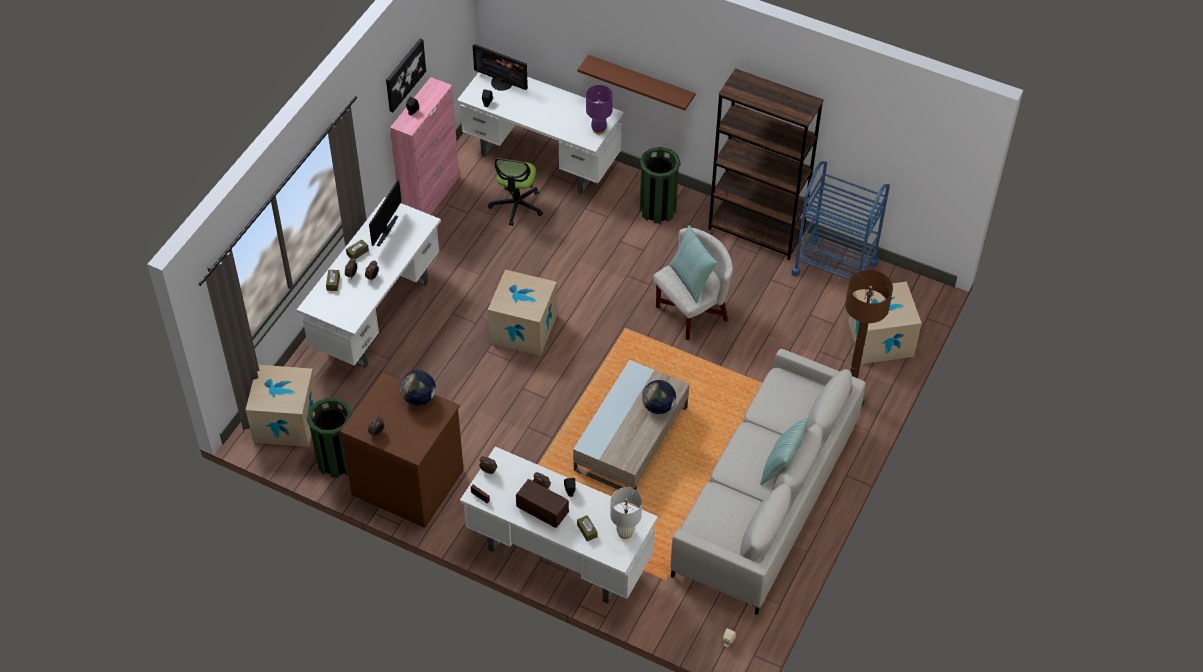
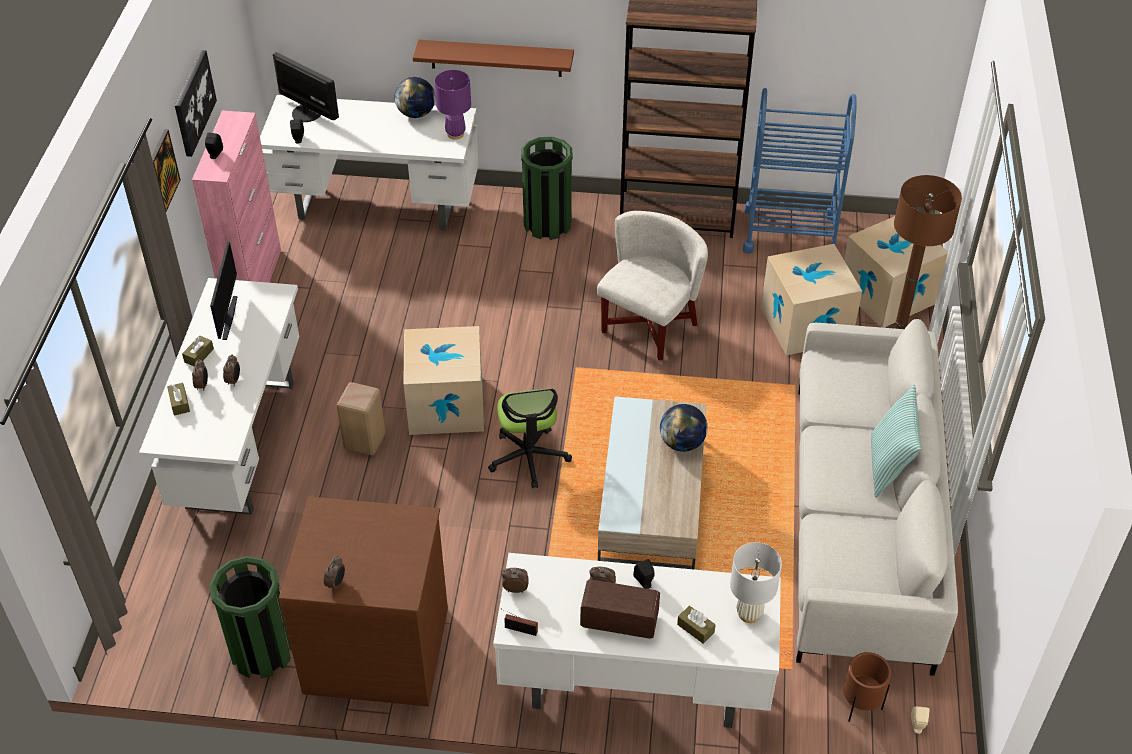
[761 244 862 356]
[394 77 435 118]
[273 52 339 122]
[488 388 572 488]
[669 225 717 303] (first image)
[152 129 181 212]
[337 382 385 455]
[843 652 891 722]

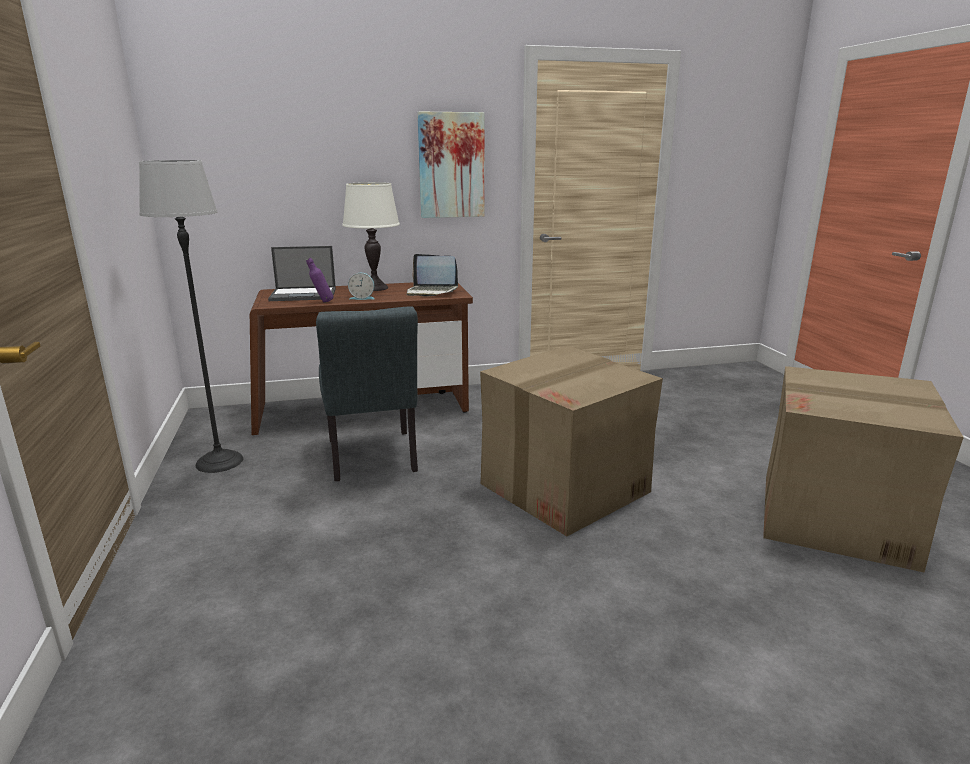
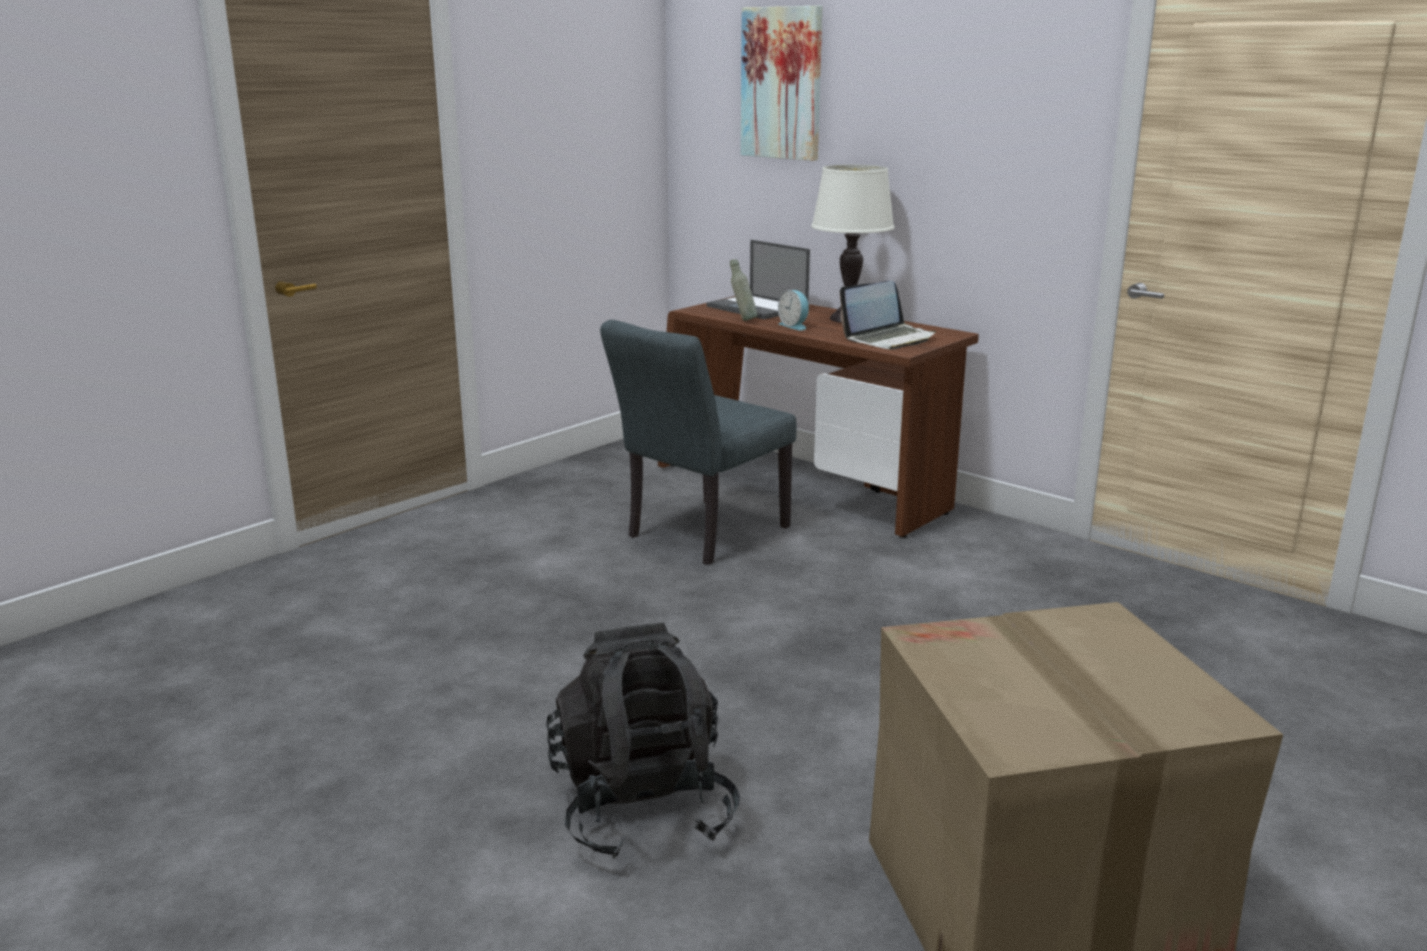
[139 160 243 473] (first image)
[730 259 757 321]
[840 281 936 349]
[741 6 822 161]
[480 345 663 536] (first image)
[546 623 740 859]

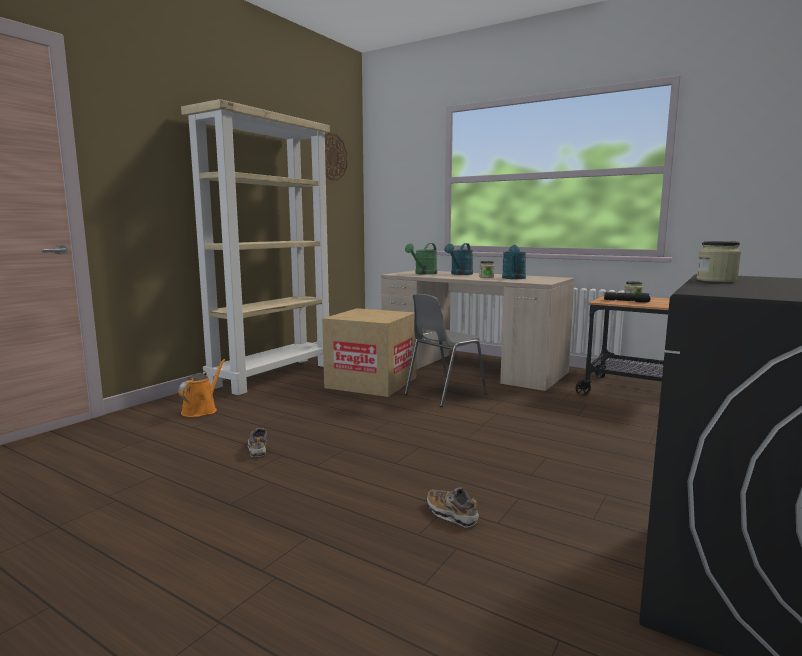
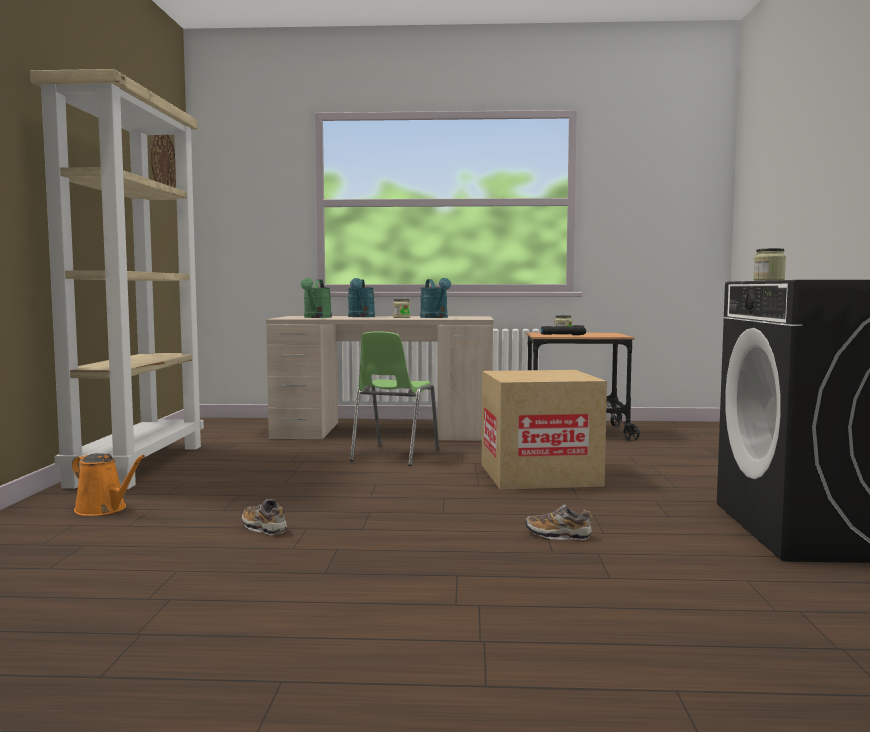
[72 453 145 516]
[482 370 607 490]
[350 331 439 466]

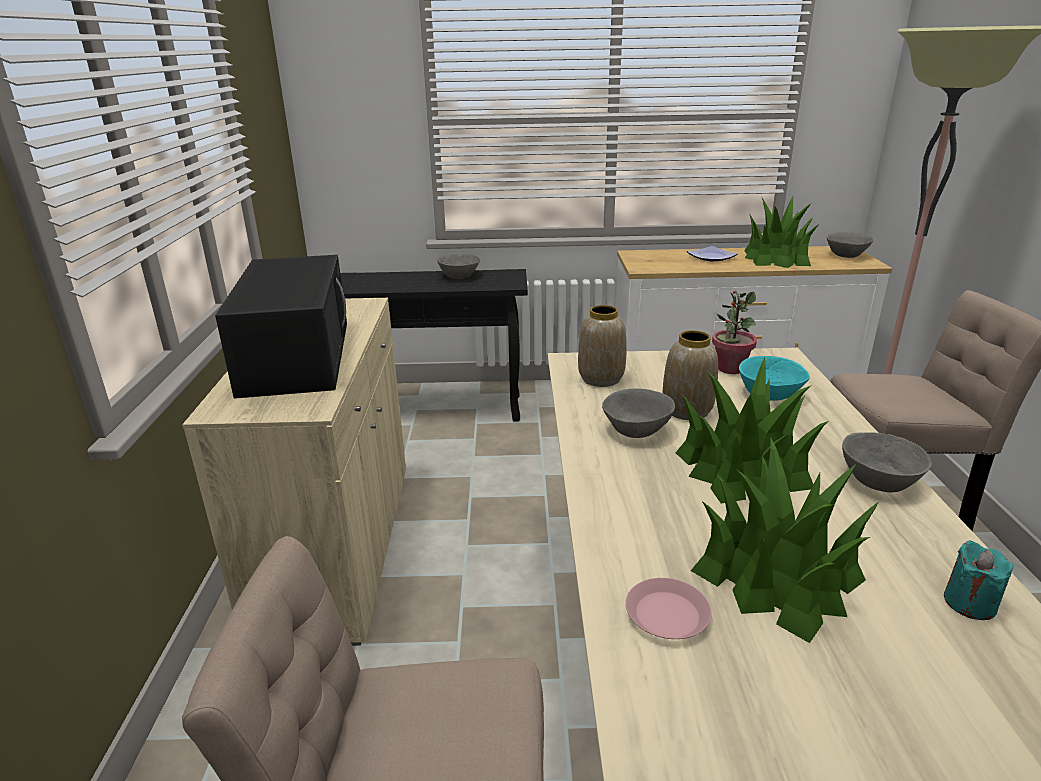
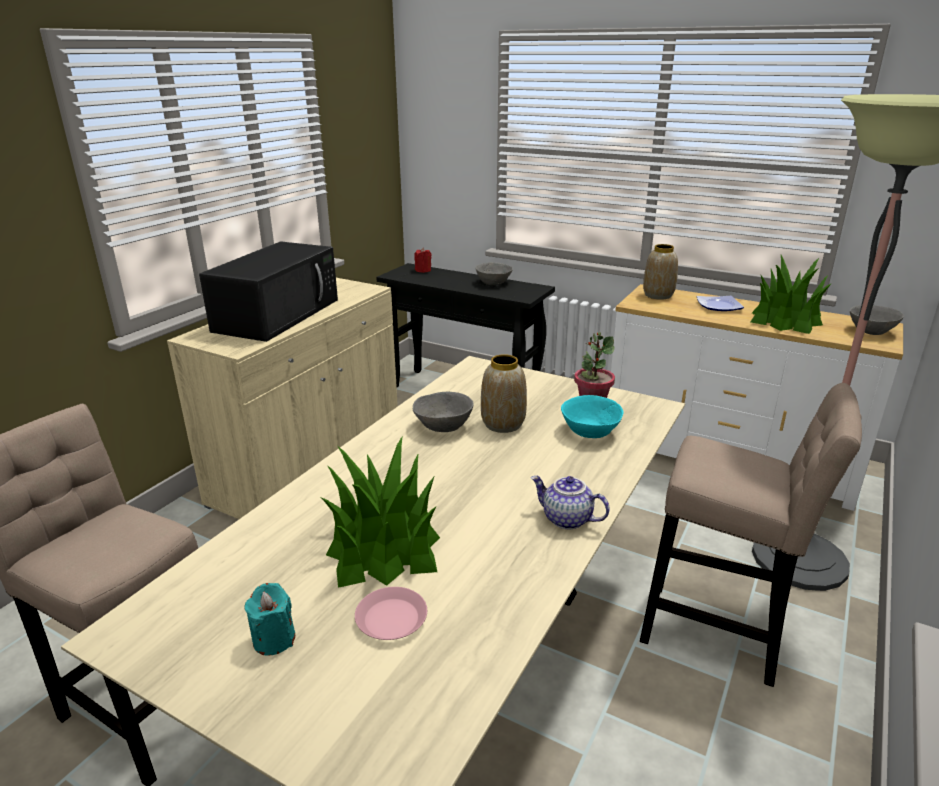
[643 244 678 300]
[355 587 427 640]
[676 357 829 503] (first image)
[531 476 610 529]
[244 583 295 655]
[414 248 432 273]

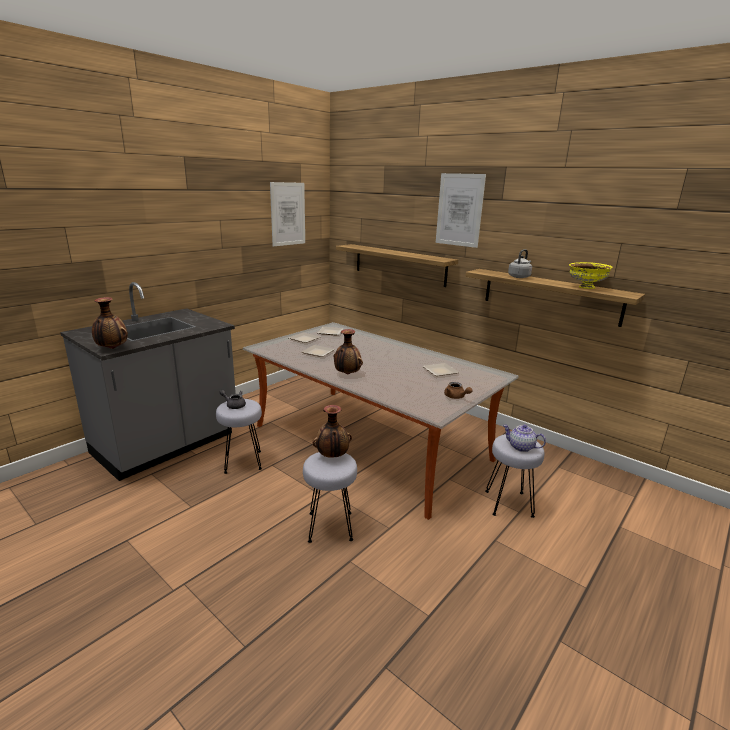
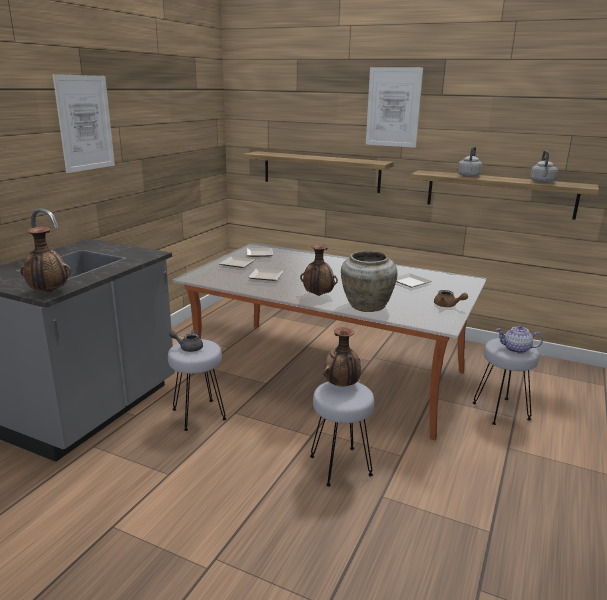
[53 74 115 173]
[530 150 558 183]
[341 251 397 312]

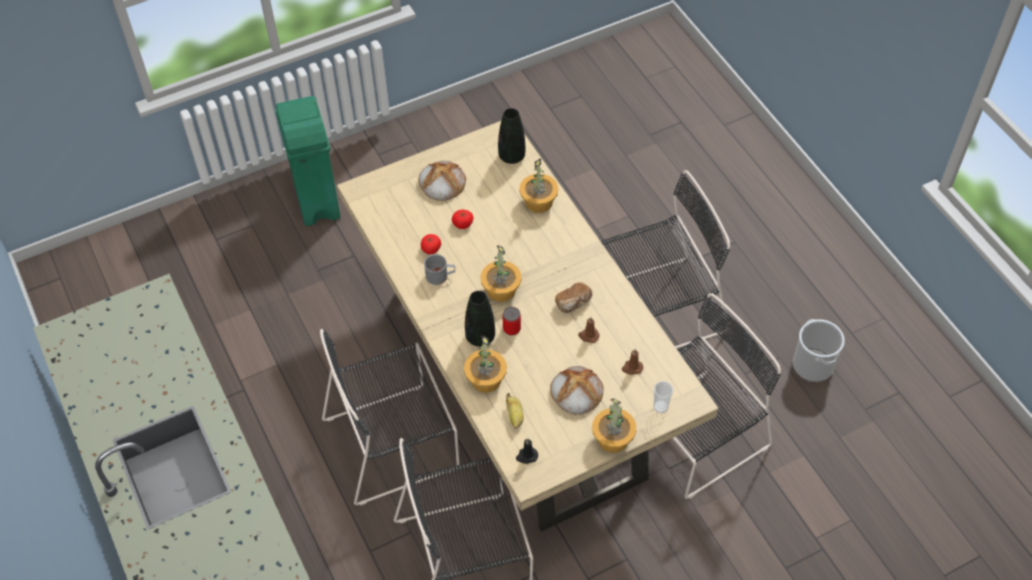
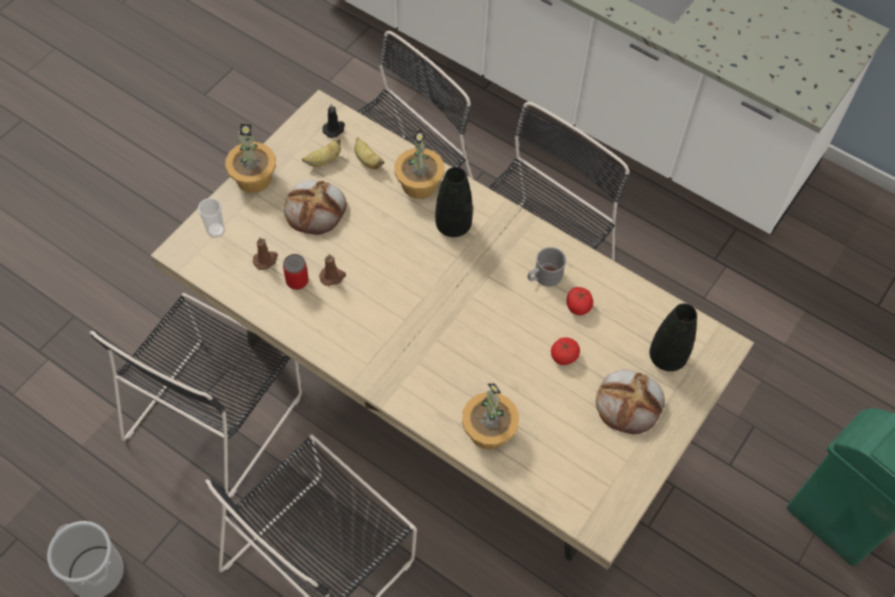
[481 245 522 302] (first image)
[650 303 697 371]
[283 254 309 290]
[555 282 592 313] (first image)
[302 138 341 167]

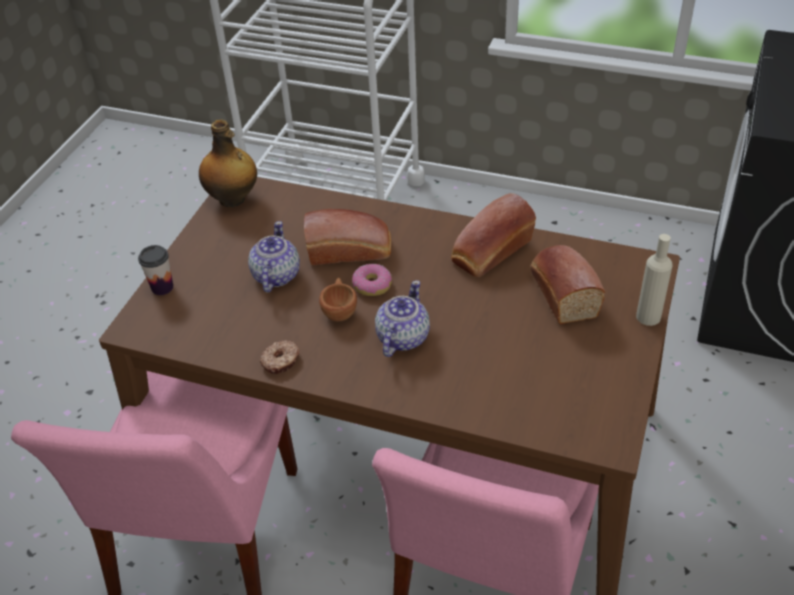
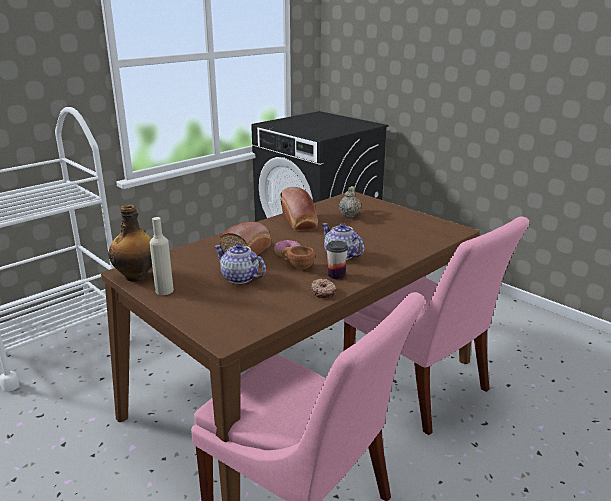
[326 241 348 279]
[339 186 361 218]
[149 217 174 295]

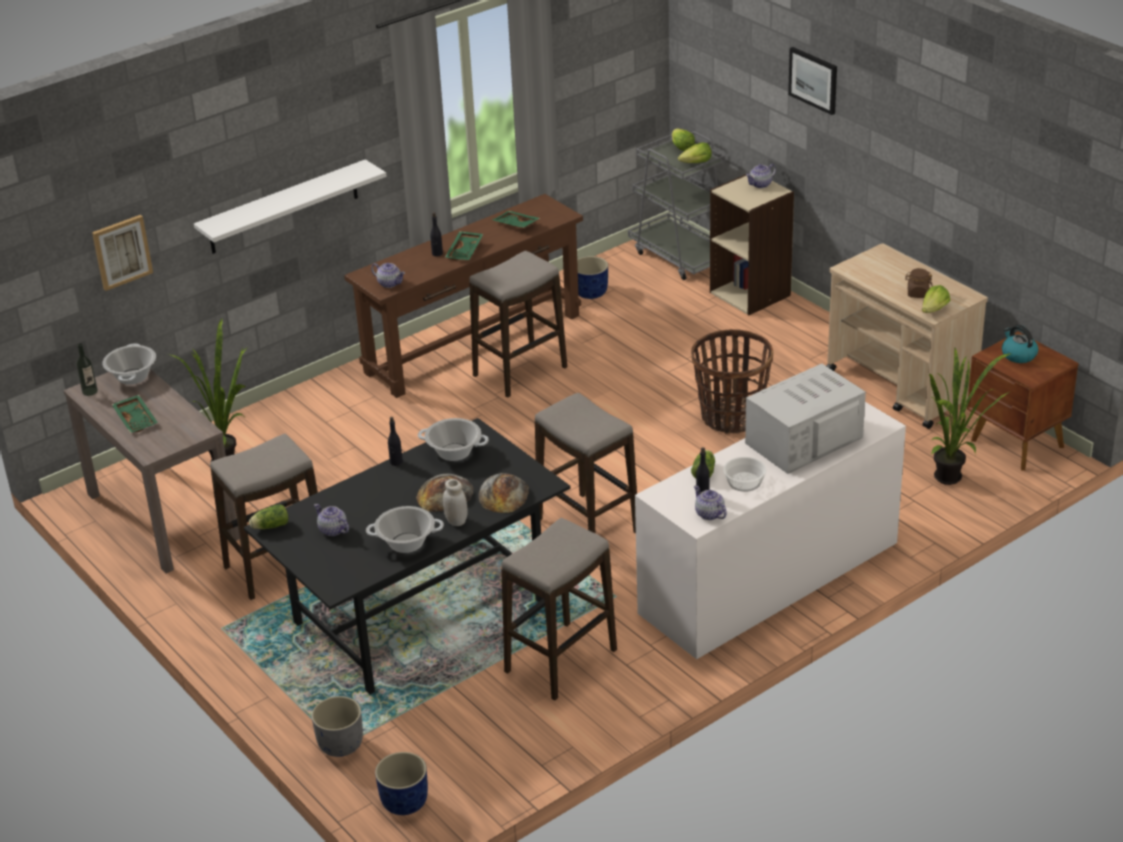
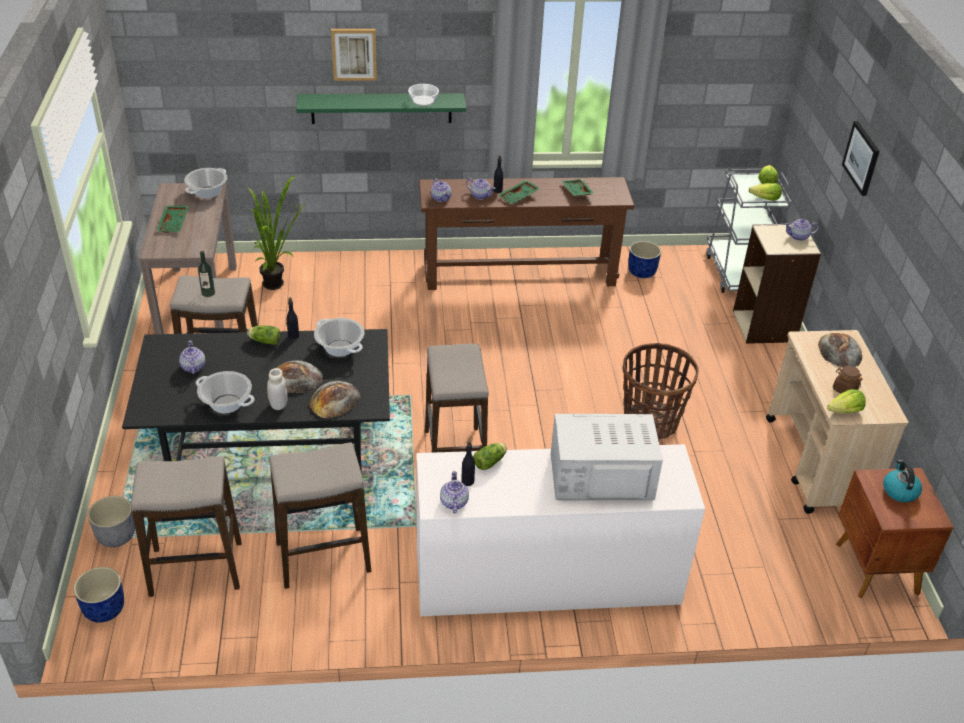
[198 251 215 297]
[331 29 377 81]
[296 93 466 124]
[247 325 280 345]
[131 456 242 597]
[408 84 439 106]
[929 348 1012 485] (first image)
[466 178 496 200]
[818 333 862 367]

